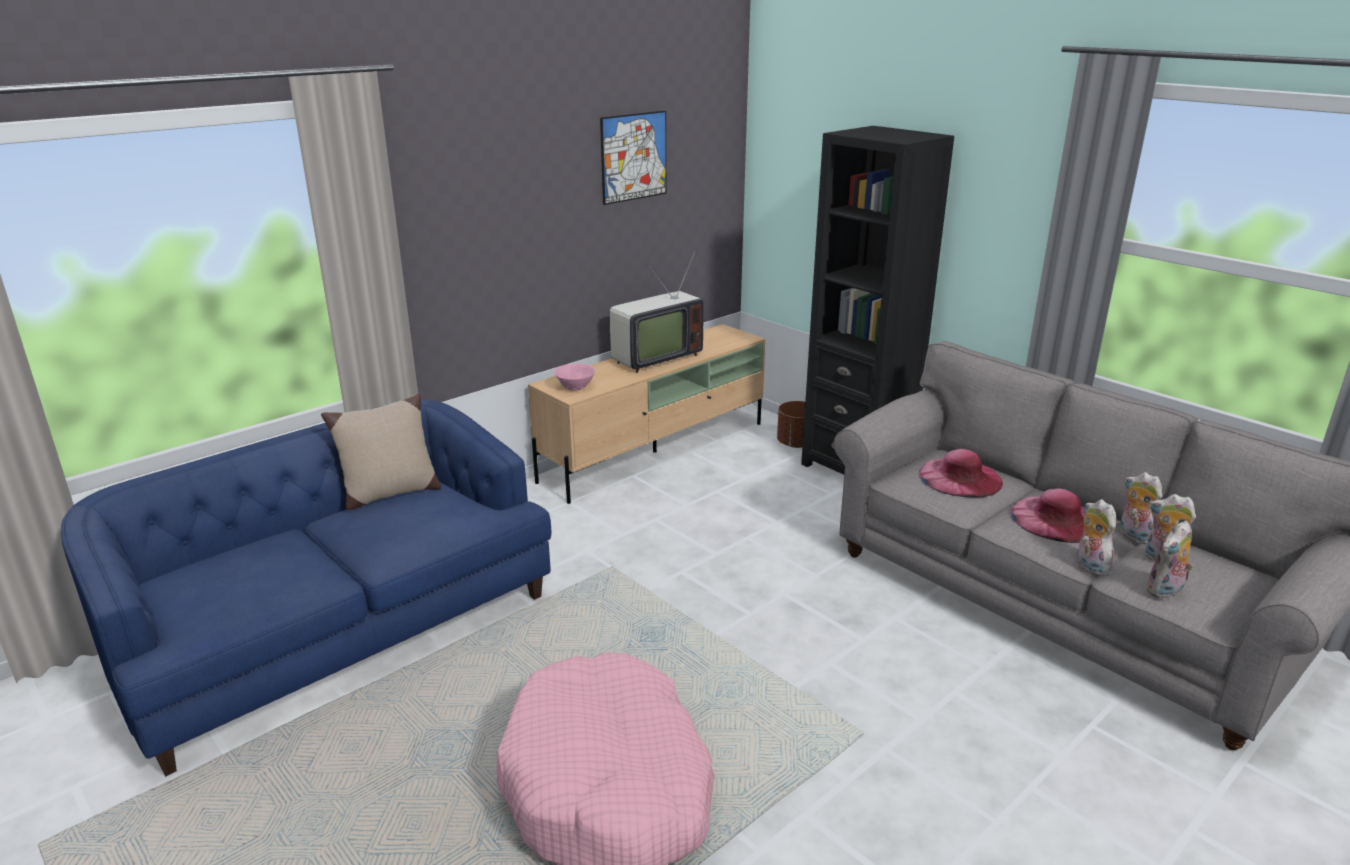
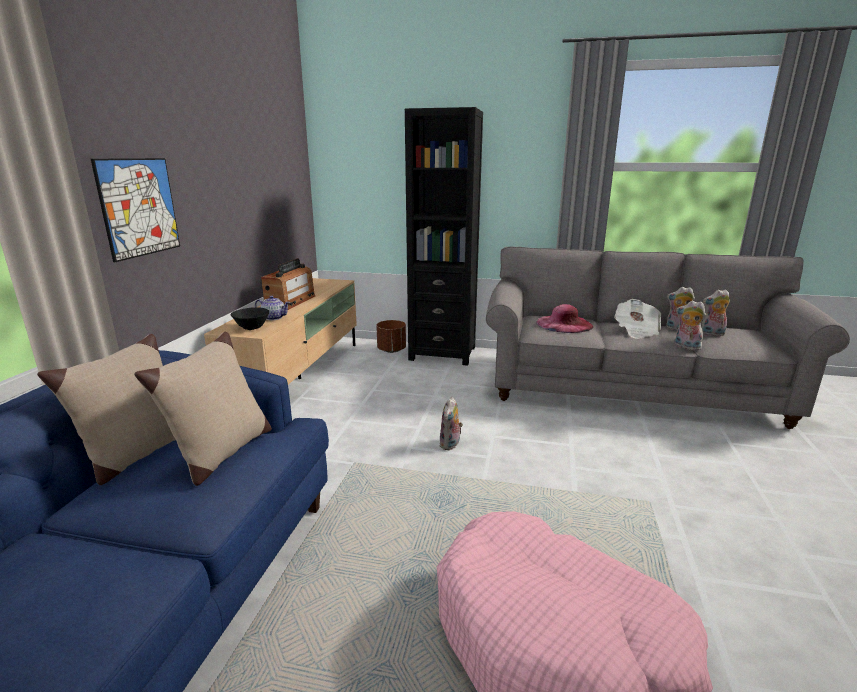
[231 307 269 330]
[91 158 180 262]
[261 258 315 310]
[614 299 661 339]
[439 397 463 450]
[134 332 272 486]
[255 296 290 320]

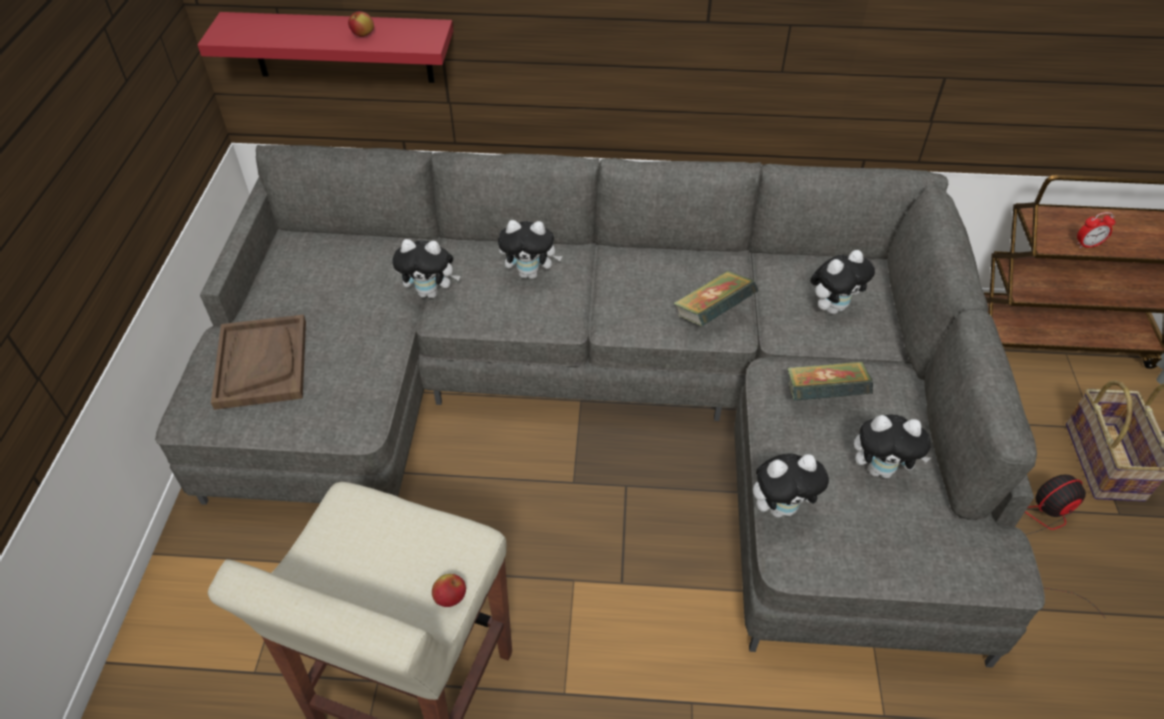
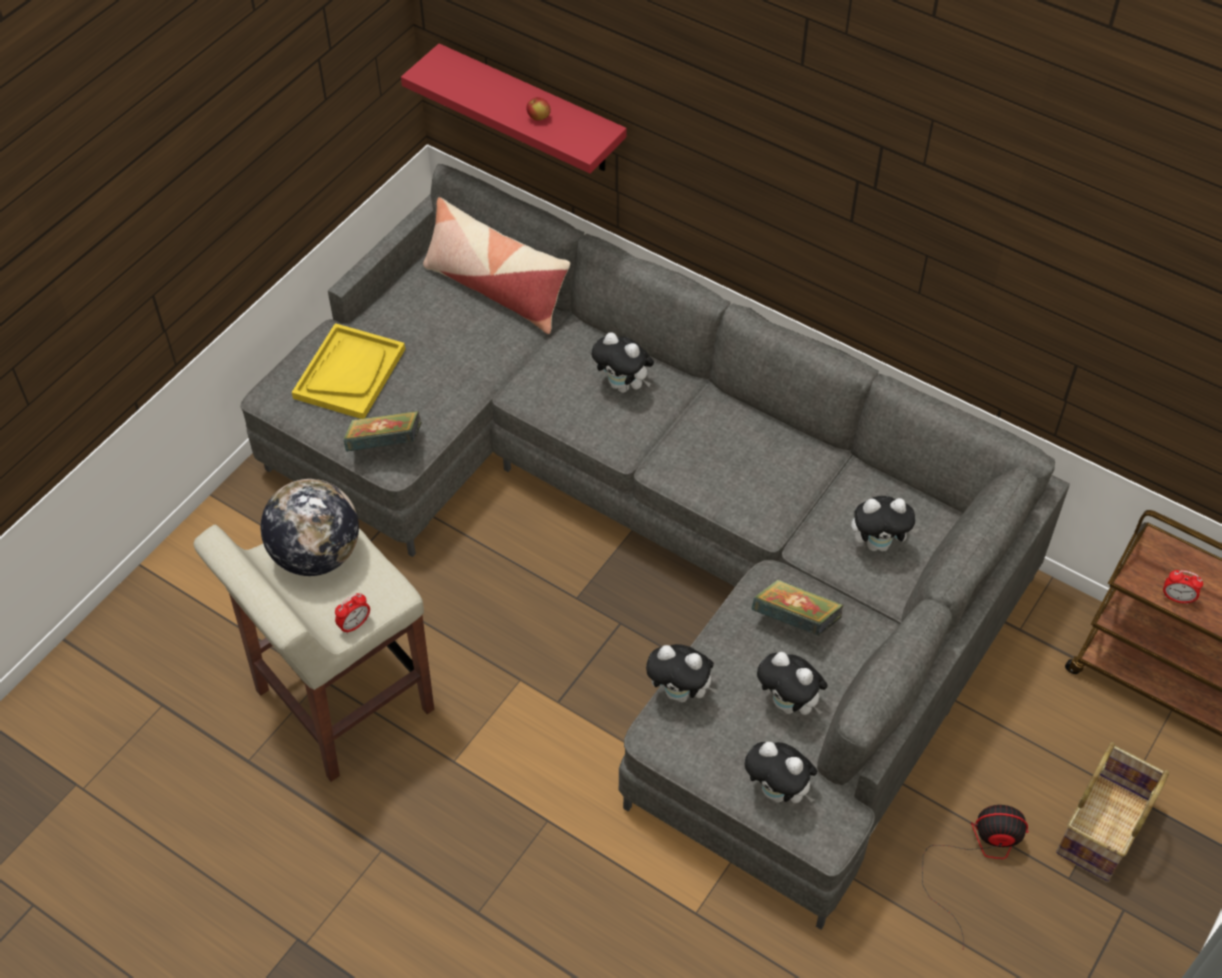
[292 323 405 419]
[745 741 817 803]
[335 593 370 634]
[343 411 422 452]
[261 479 359 576]
[423 197 570 334]

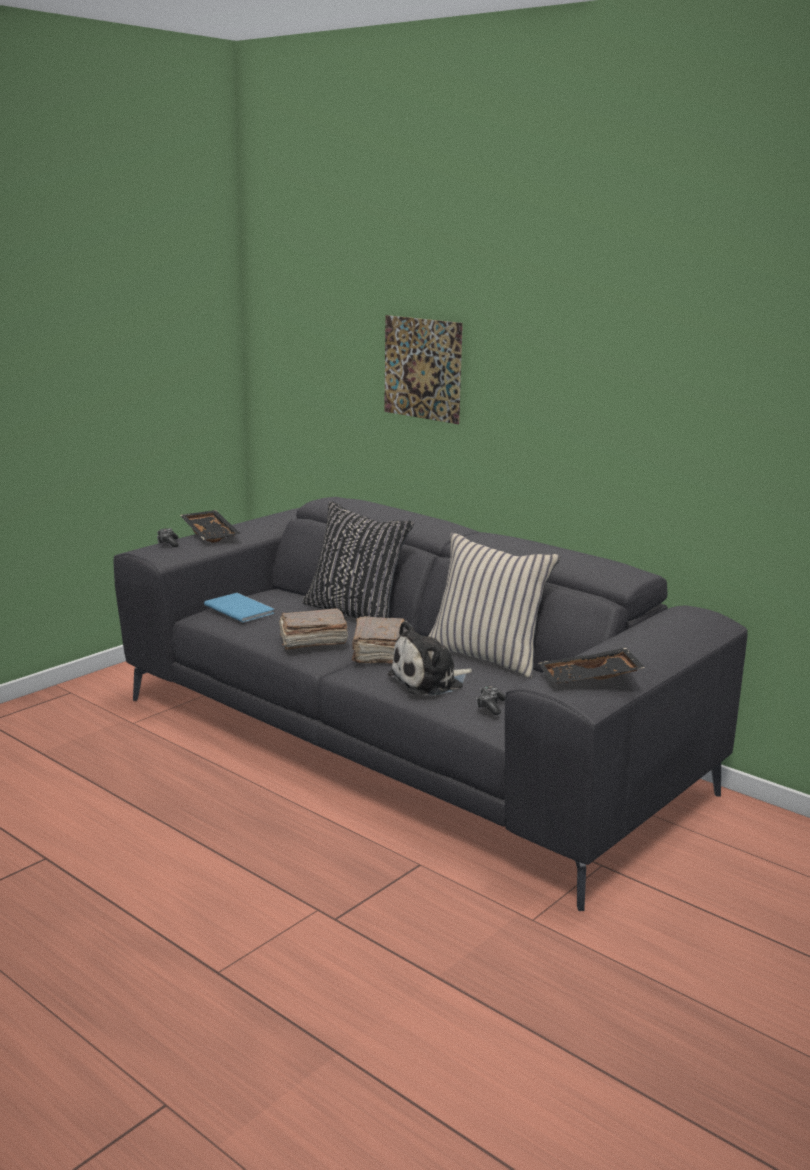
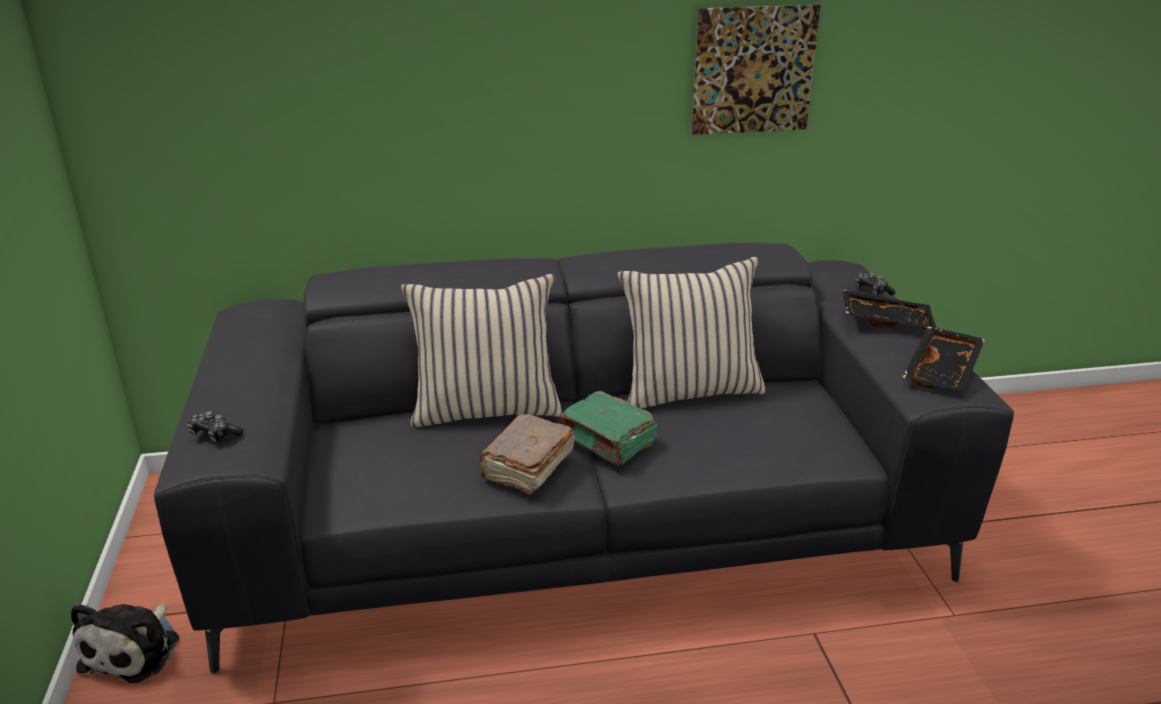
[843 290 936 330]
[204 593 274 623] (first image)
[401 274 563 427]
[559 391 657 466]
[692 5 820 135]
[71 604 179 683]
[855 272 896 295]

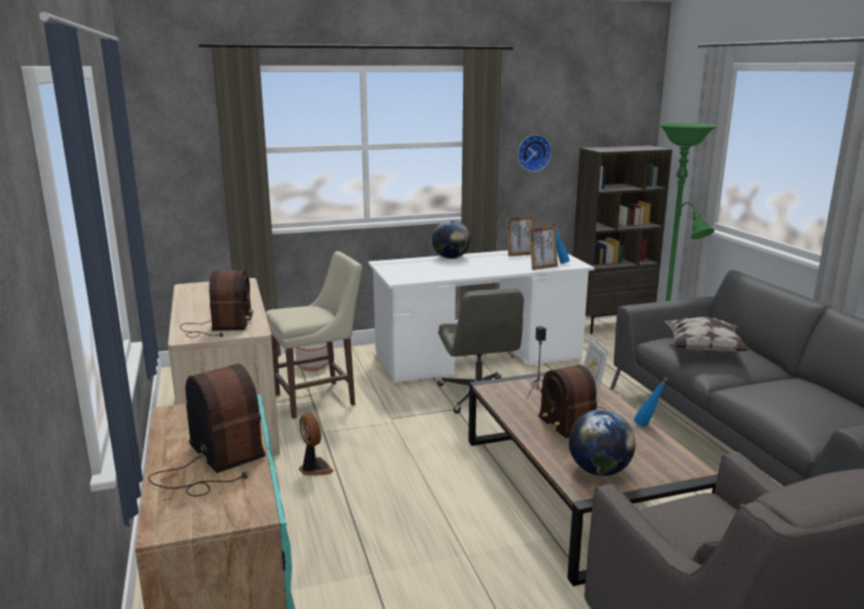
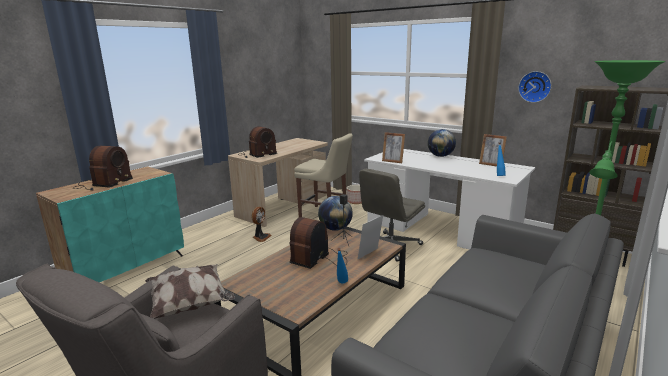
[382 132 405 163]
[318 196 353 231]
[145 264 235 319]

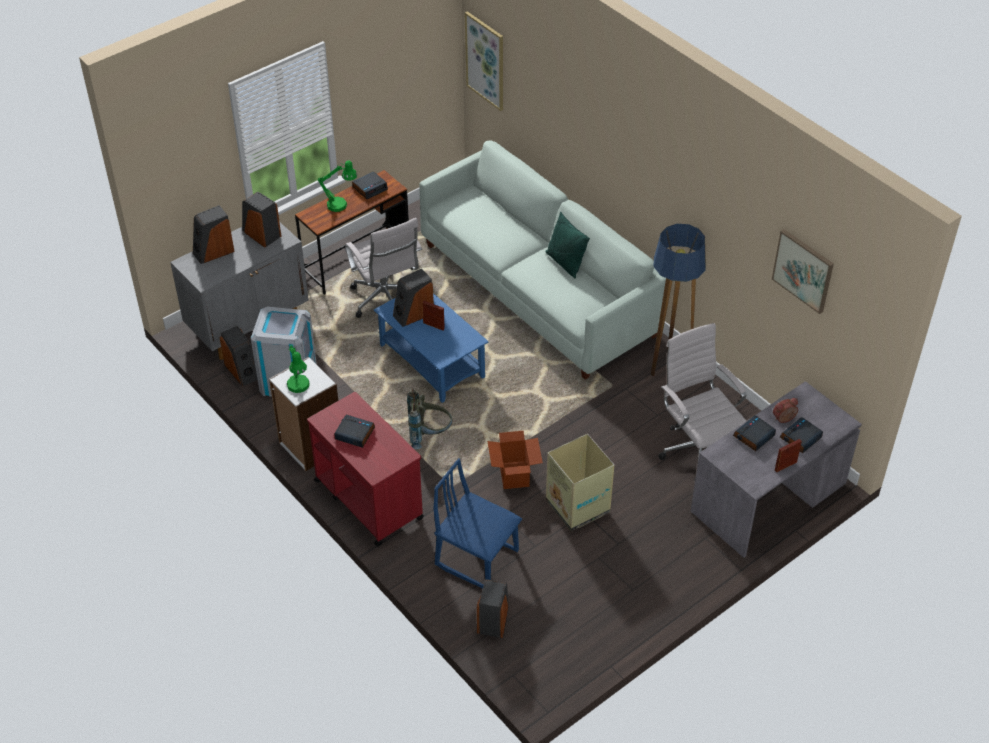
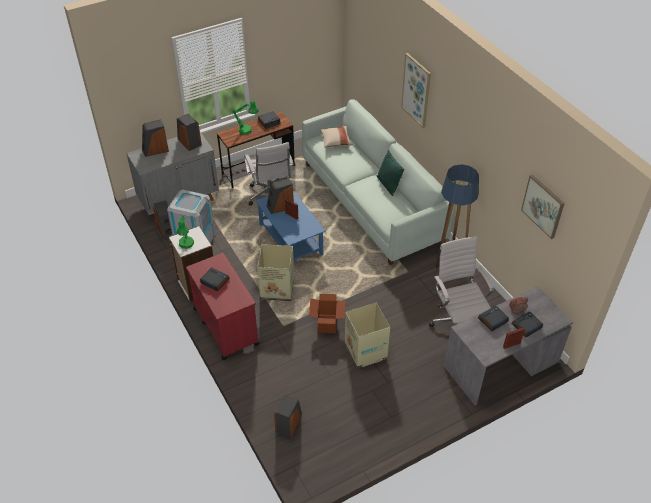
[257 244 294 301]
[434 458 522 588] (first image)
[401 53 431 128]
[320 126 353 148]

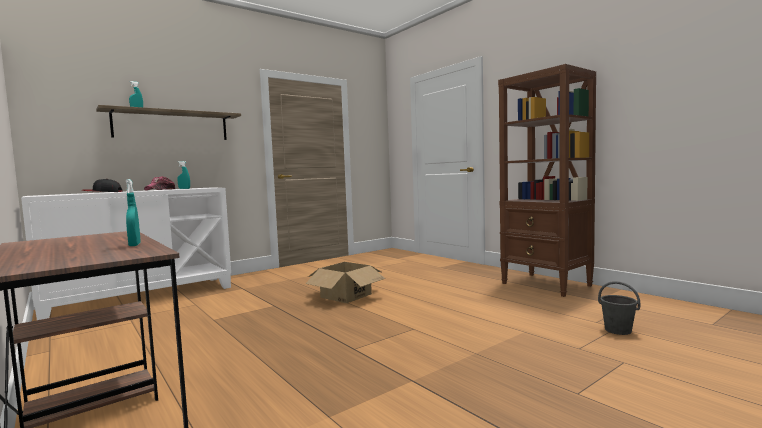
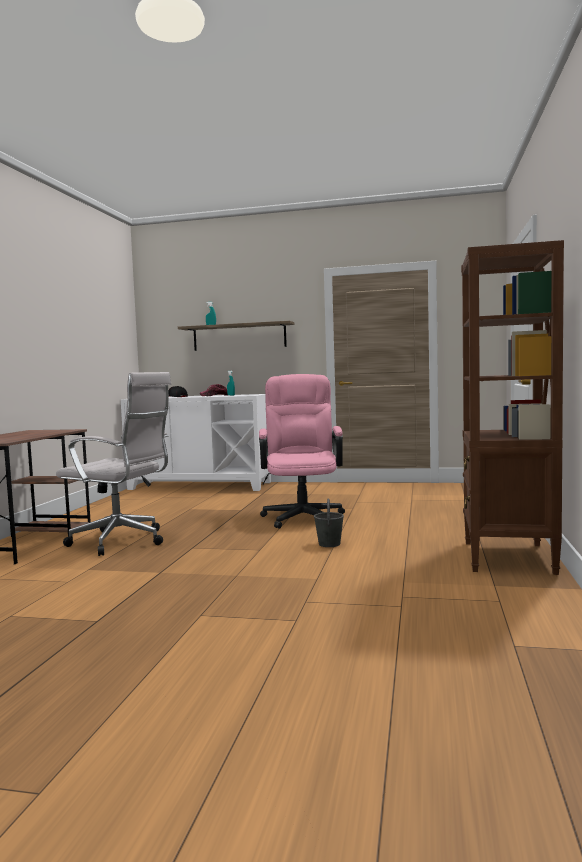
[126 179 141 246] (first image)
[259 374 345 529]
[314 498 344 547]
[56 372 171 556]

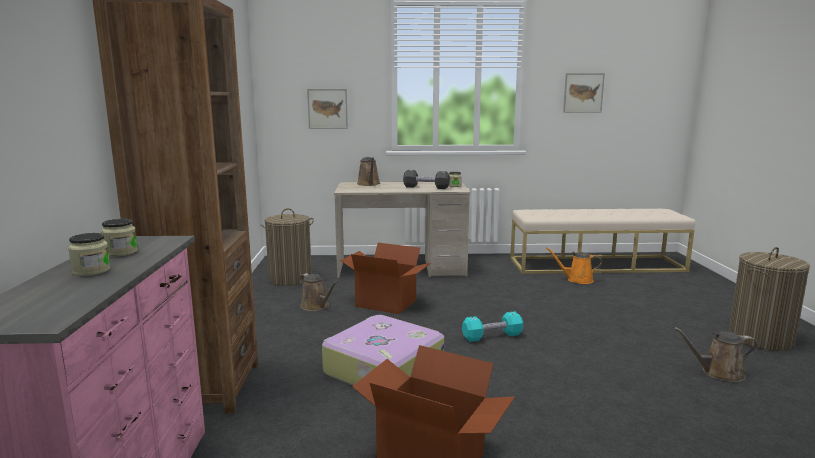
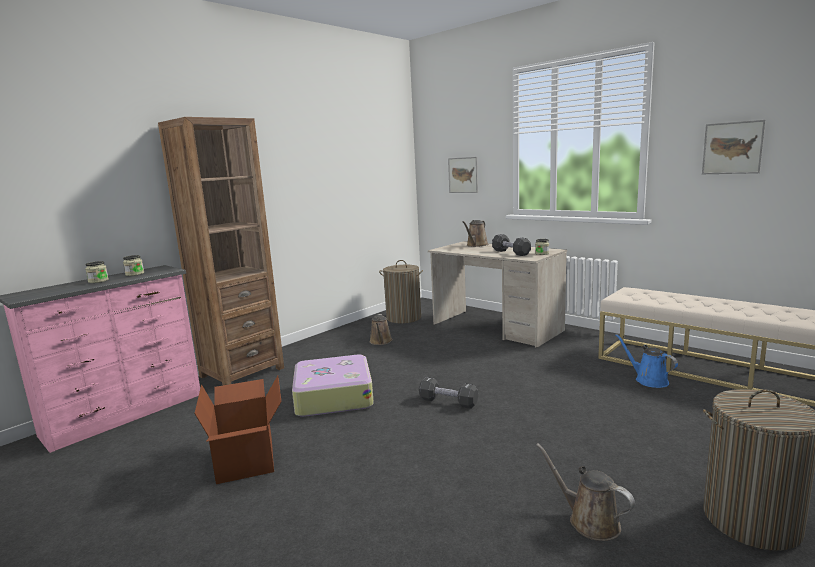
[341 243 432 314] (first image)
[419 377 478 409]
[616 334 678 388]

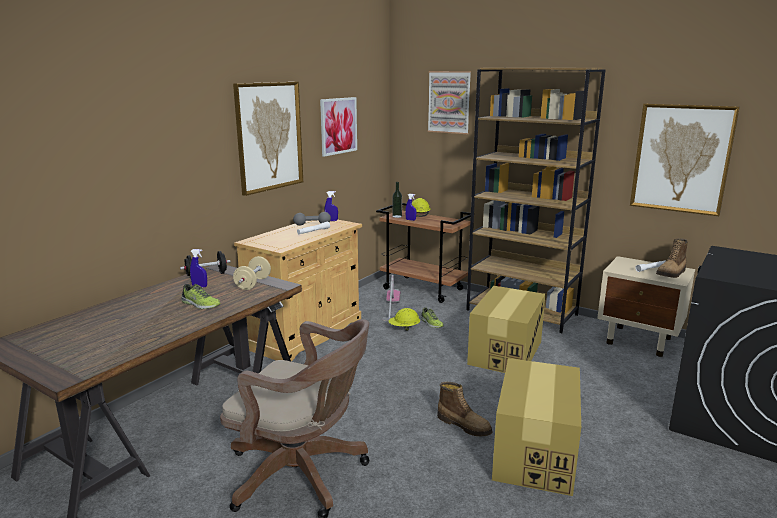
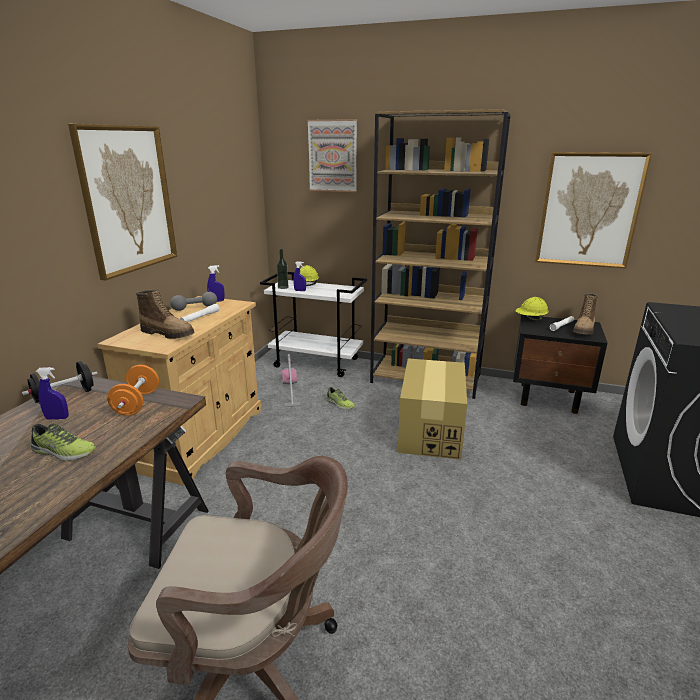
[107 365 159 416]
[320 97 357 157] (first image)
[260 272 367 377]
[515 297 549 321]
[136 290 195 339]
[492 358 581 496] (first image)
[513 315 607 414]

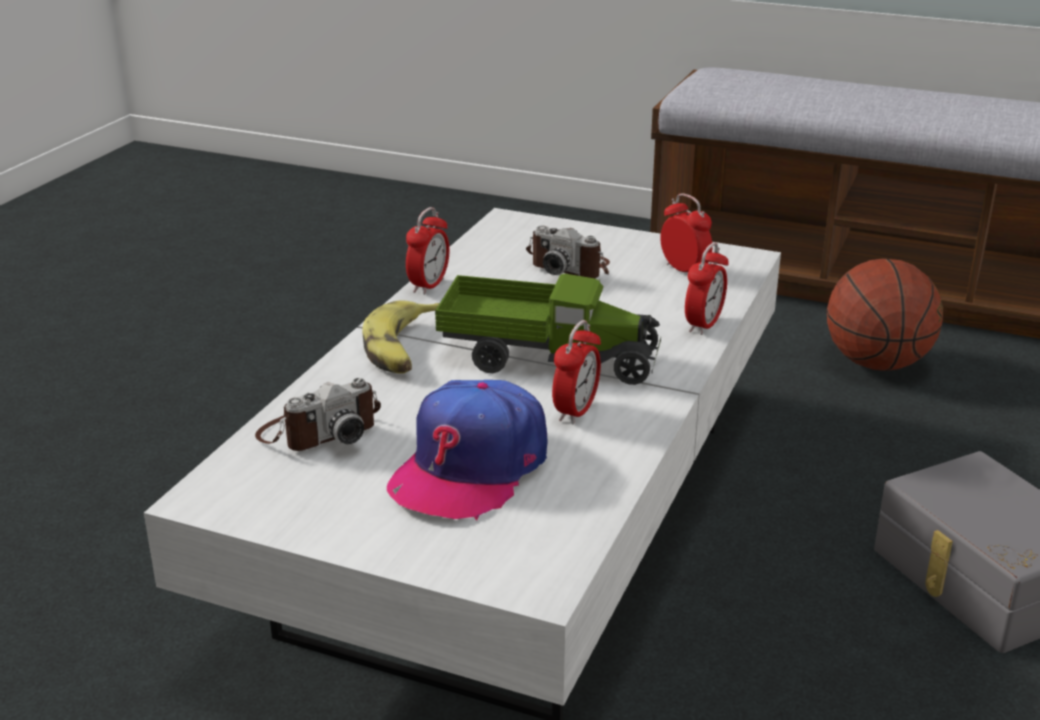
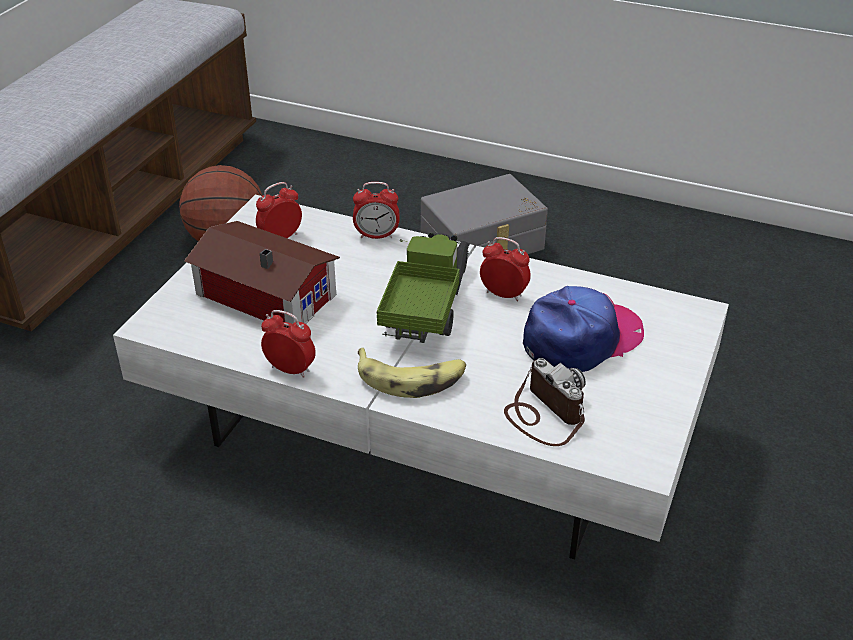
[523 286 644 372]
[184 221 340 324]
[353 182 399 239]

